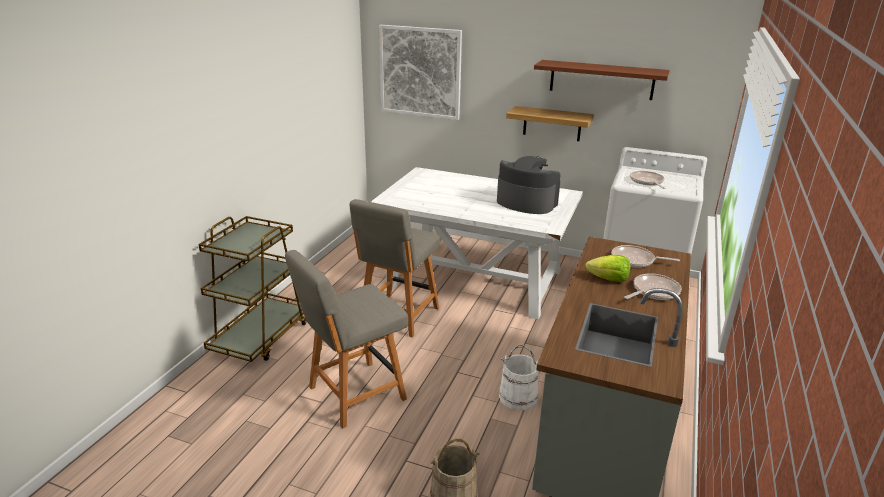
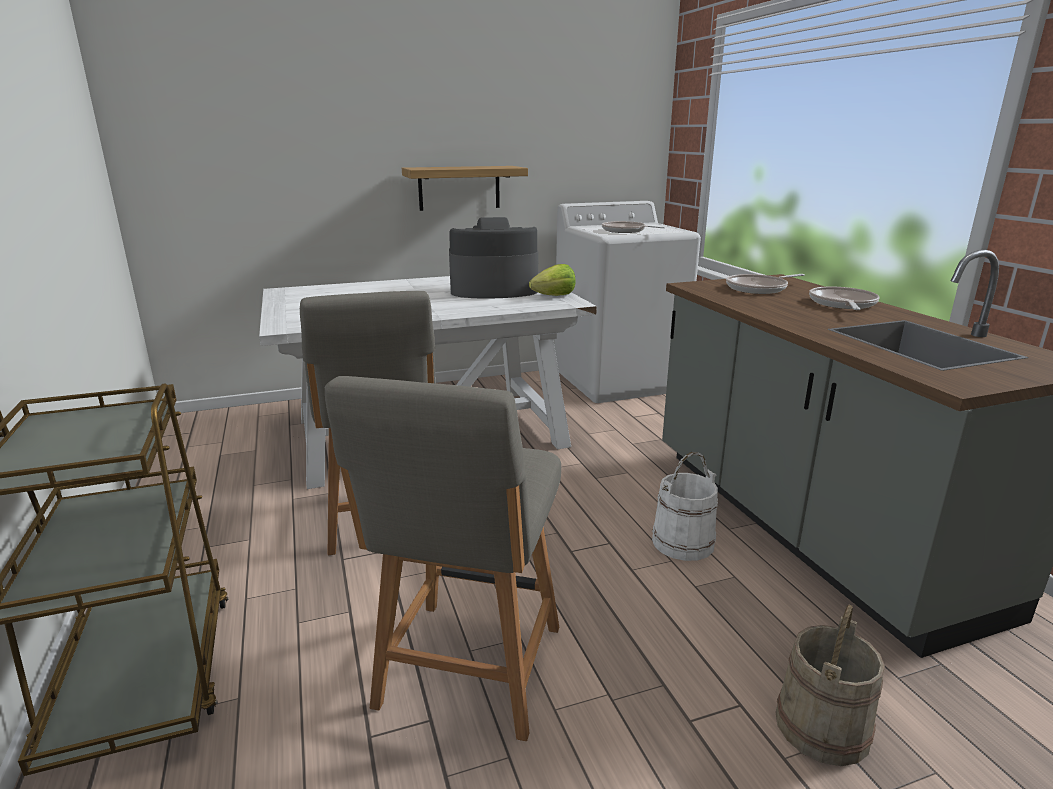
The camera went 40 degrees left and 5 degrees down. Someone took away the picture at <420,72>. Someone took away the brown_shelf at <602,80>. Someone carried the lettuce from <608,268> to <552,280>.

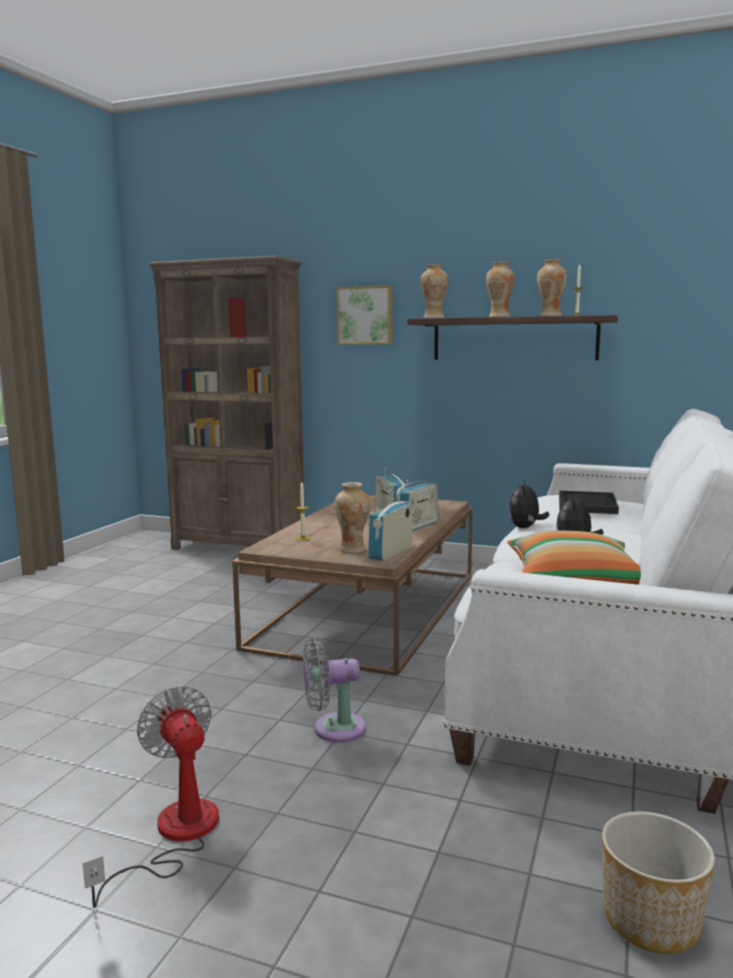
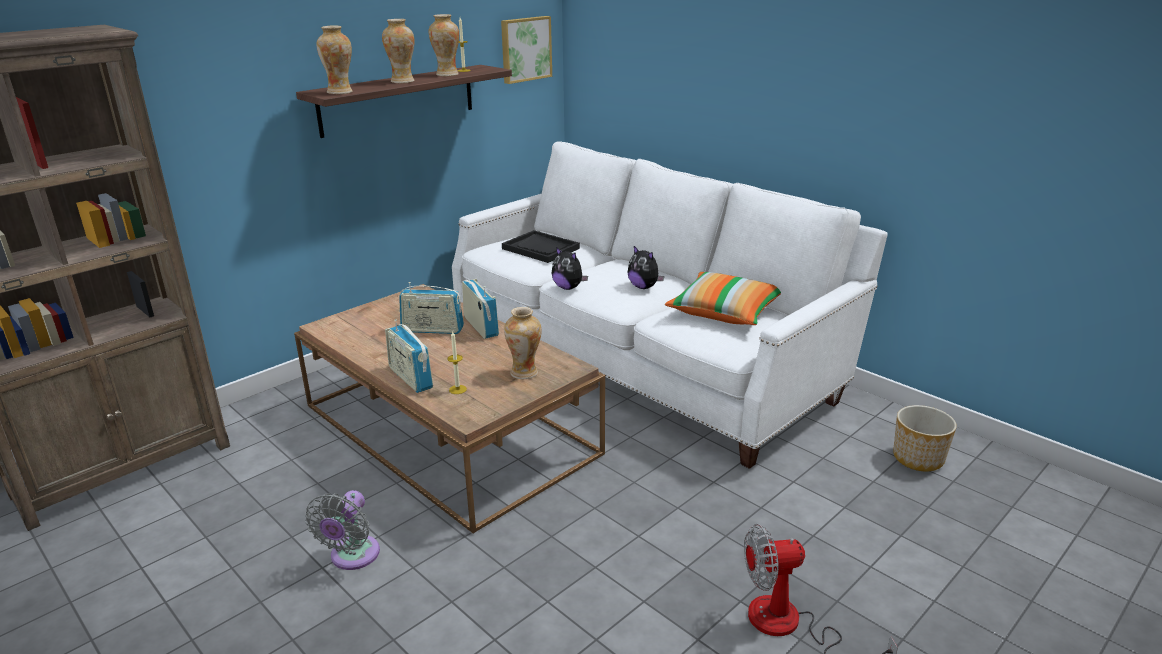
The camera went 65 degrees left and 15 degrees up. Someone carried the grey_fan from <334,690> to <342,530>. Someone carried the picture from <364,314> to <526,50>. Someone carried the radio from <390,527> to <409,356>.

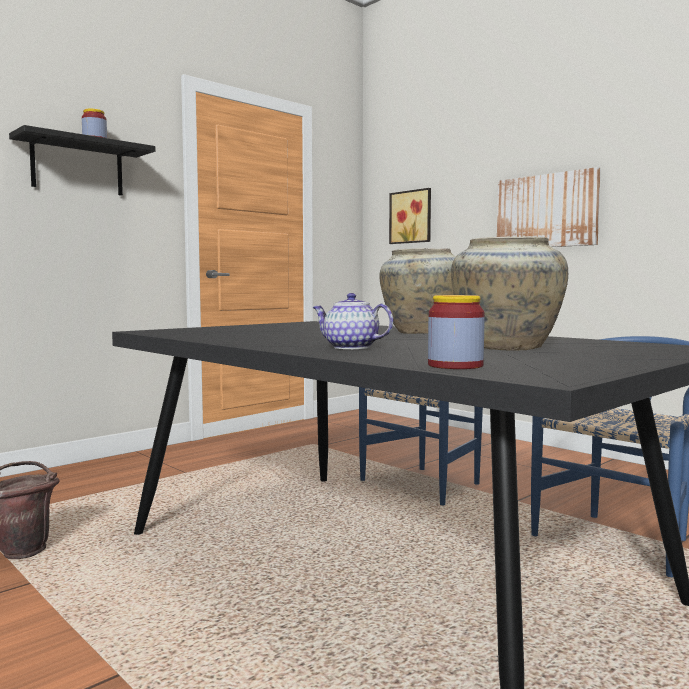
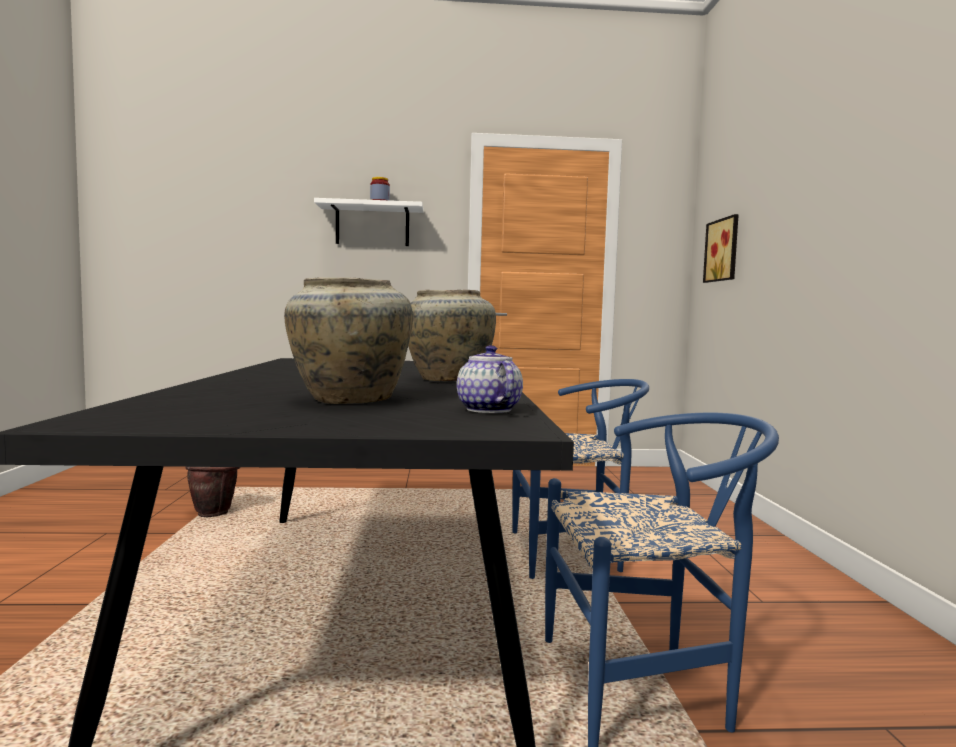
The camera went 40 degrees right and 0 degrees up. Someone took away the jar at <456,332>. Someone took away the picture at <549,207>. Someone carried the teapot from <353,321> to <490,379>. Someone repainted the black_shelf at <82,160>, which became the white_shelf at <369,222>.

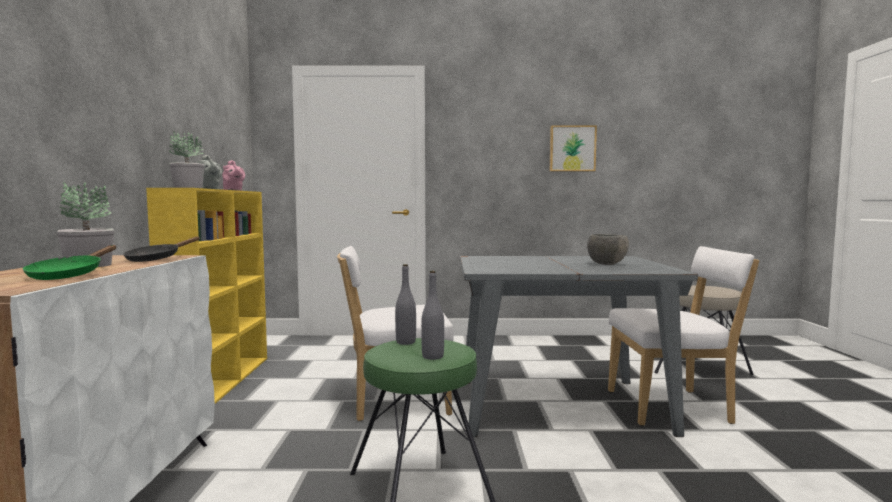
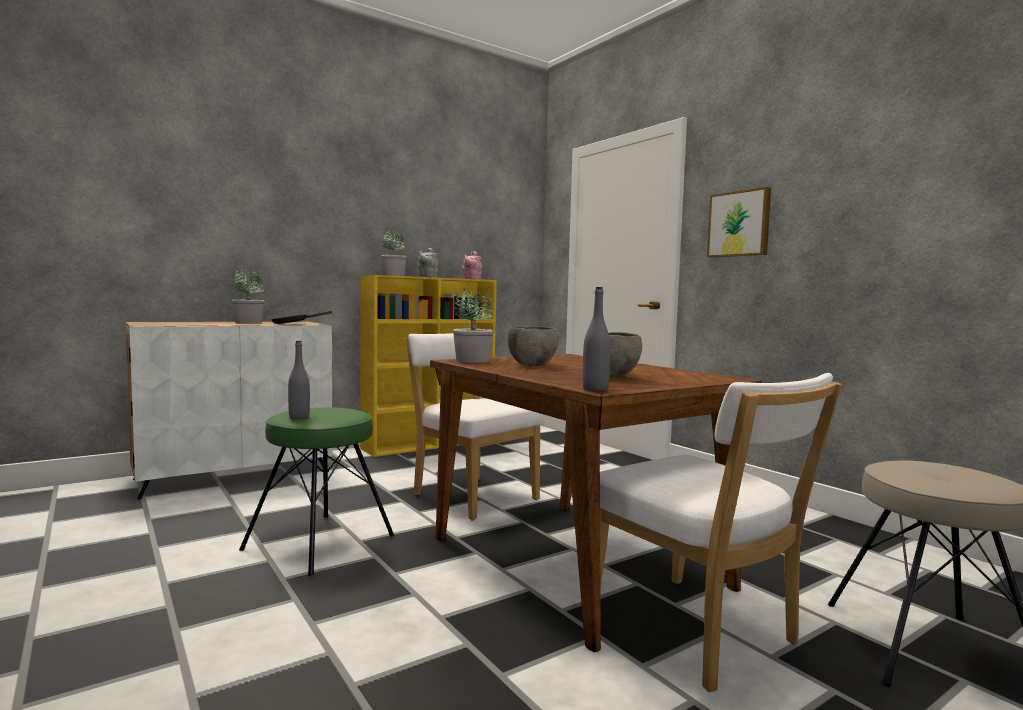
The camera went 55 degrees right and 0 degrees up. Someone took away the green_frying_pan at <69,262>. Someone put down the potted_plant at <473,325>. Someone put down the grey_bowl at <533,346>. Someone carried the grey_bottle from <405,304> to <597,339>. Someone carried the picture from <573,148> to <739,222>. Someone repainted the grey_dining_table at <579,346>, which became the brown_dining_table at <596,503>.

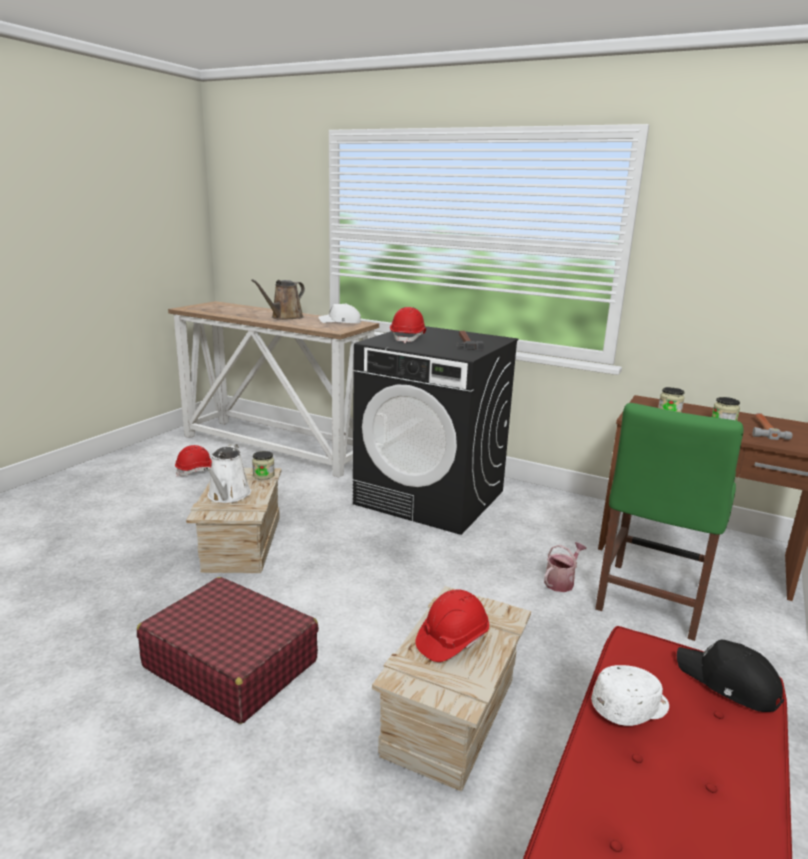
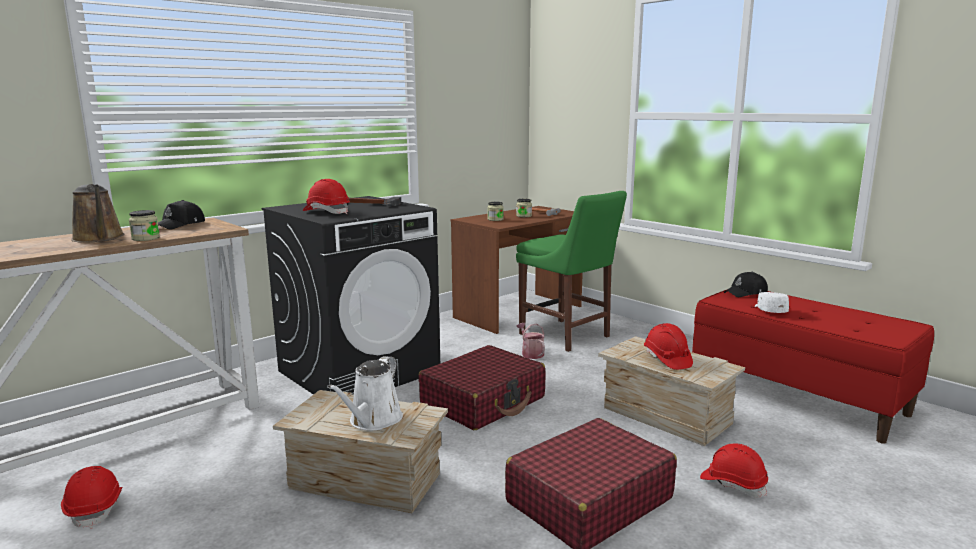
The camera went 70 degrees left and 5 degrees down. Someone put down the red_suitcase at <482,387>. Someone put down the red_hard_hat at <734,470>. Someone carried the jar from <263,465> to <144,225>. Someone repainted the white_cap at <340,313>, which became the black_cap at <181,214>. Someone rotated the white_watering_can at <228,473> by 90 degrees clockwise.

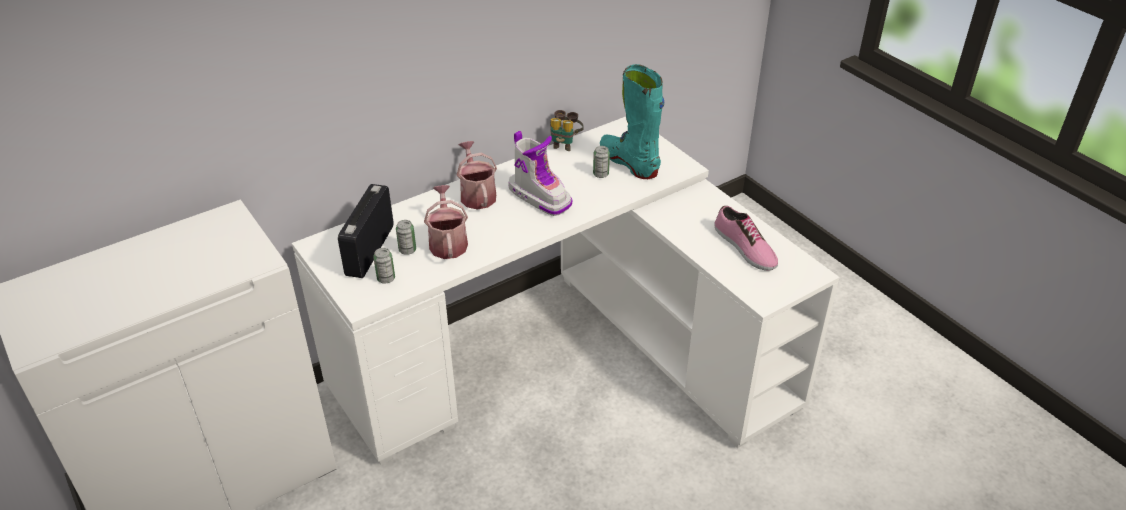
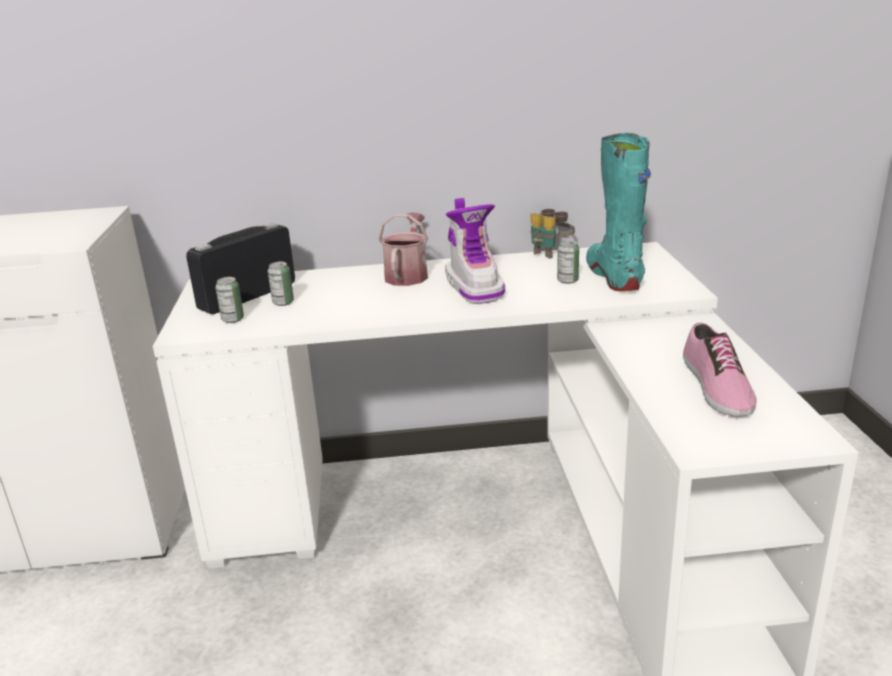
The camera went 30 degrees right and 15 degrees down. Someone took away the watering_can at <446,222>.

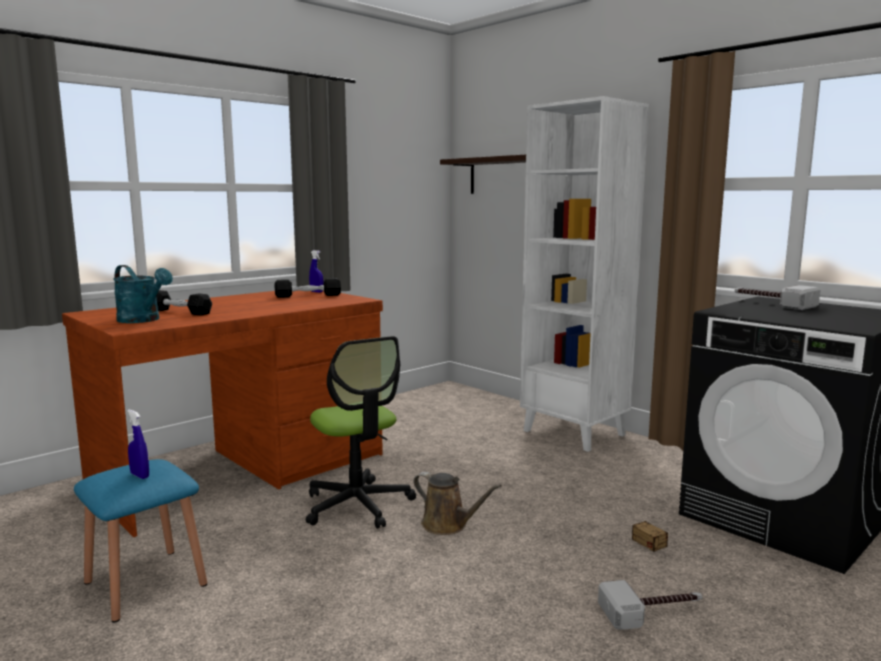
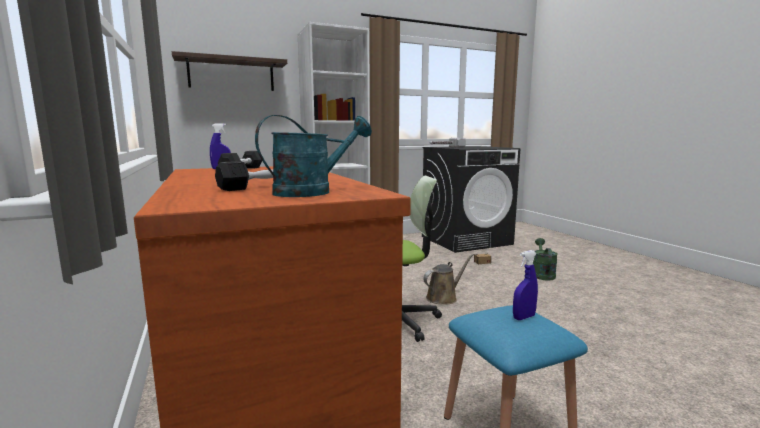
The camera went 70 degrees left and 0 degrees up. Someone swapped the hammer at <650,605> for the green_watering_can at <545,259>.

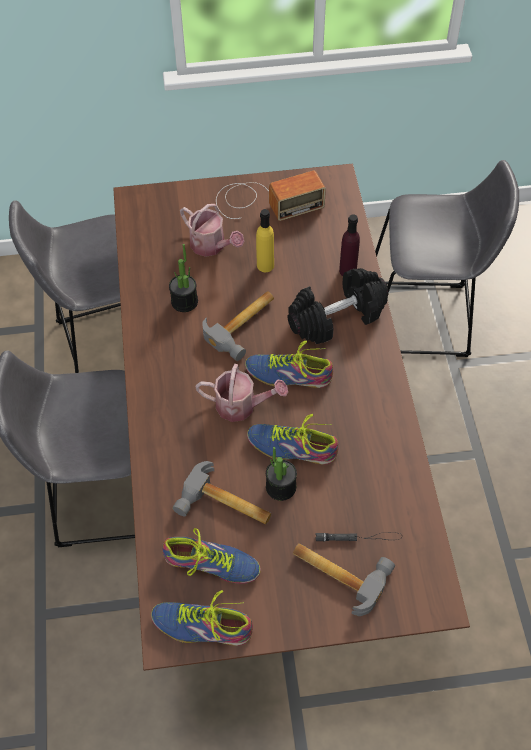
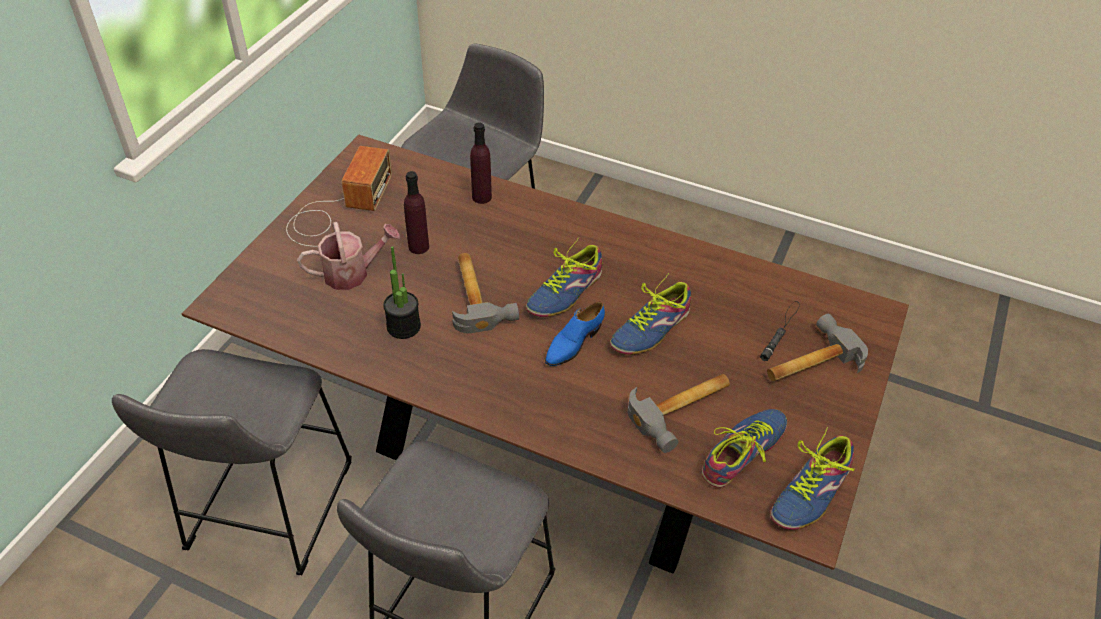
The camera went 60 degrees left and 10 degrees down. Someone took away the potted_plant at <281,474>. Someone took away the black_dumbbell at <338,306>. Someone swapped the watering_can at <242,393> for the blue_shoe at <575,334>. Someone repainted the yellow_bottle at <265,240>, which became the purple_bottle at <416,212>.

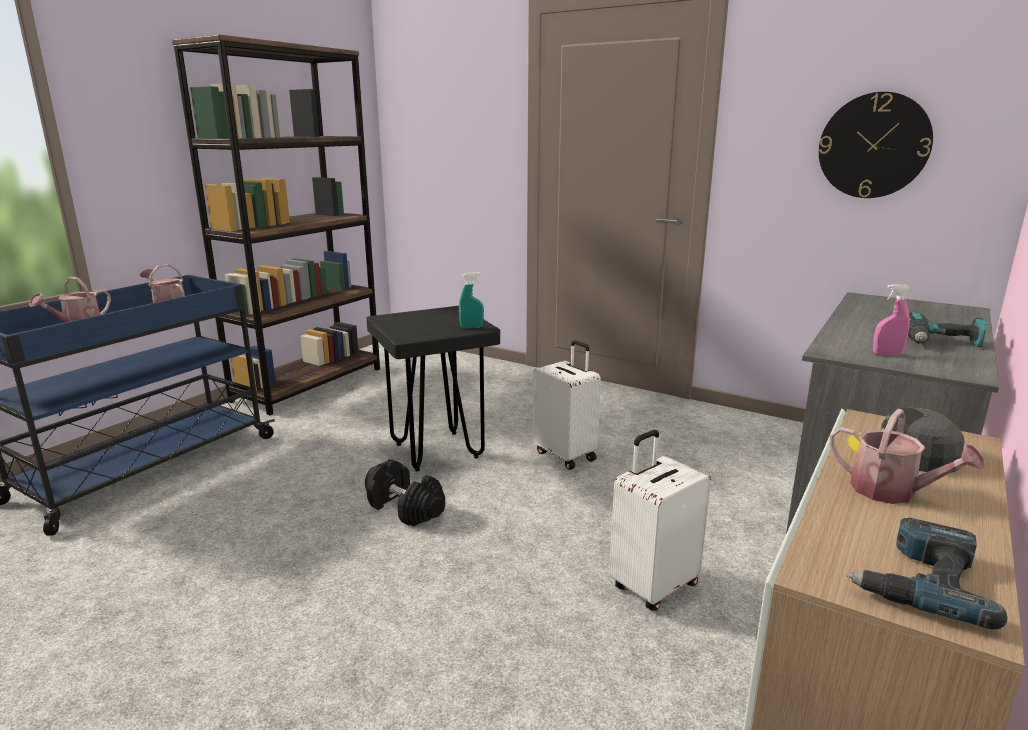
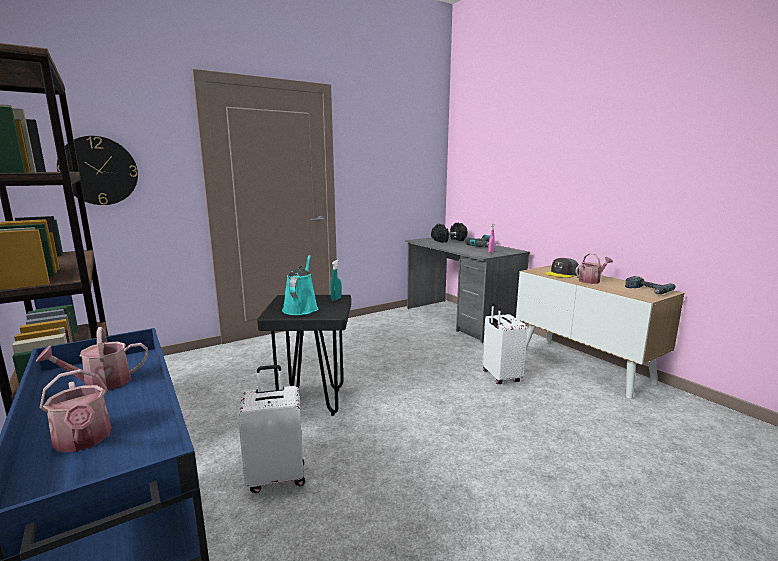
The camera went 65 degrees left and 5 degrees down. Someone put down the turquoise_watering_can at <300,285>. Someone carried the black_dumbbell from <405,493> to <449,232>. Someone carried the white_suitcase from <567,405> to <271,429>. Someone carried the wall_clock from <876,145> to <97,170>.

